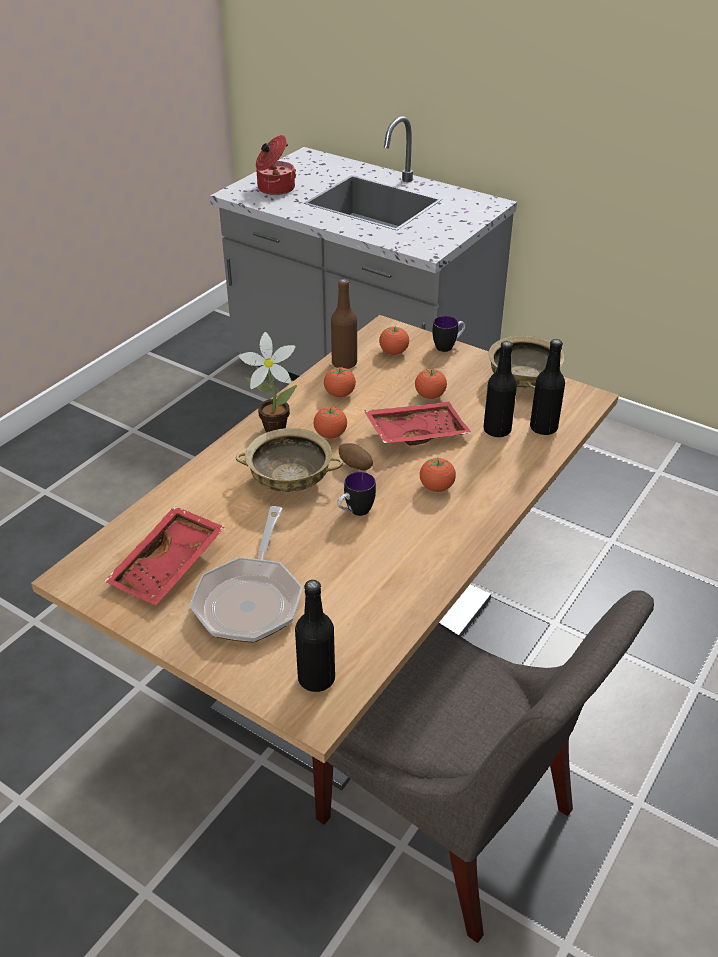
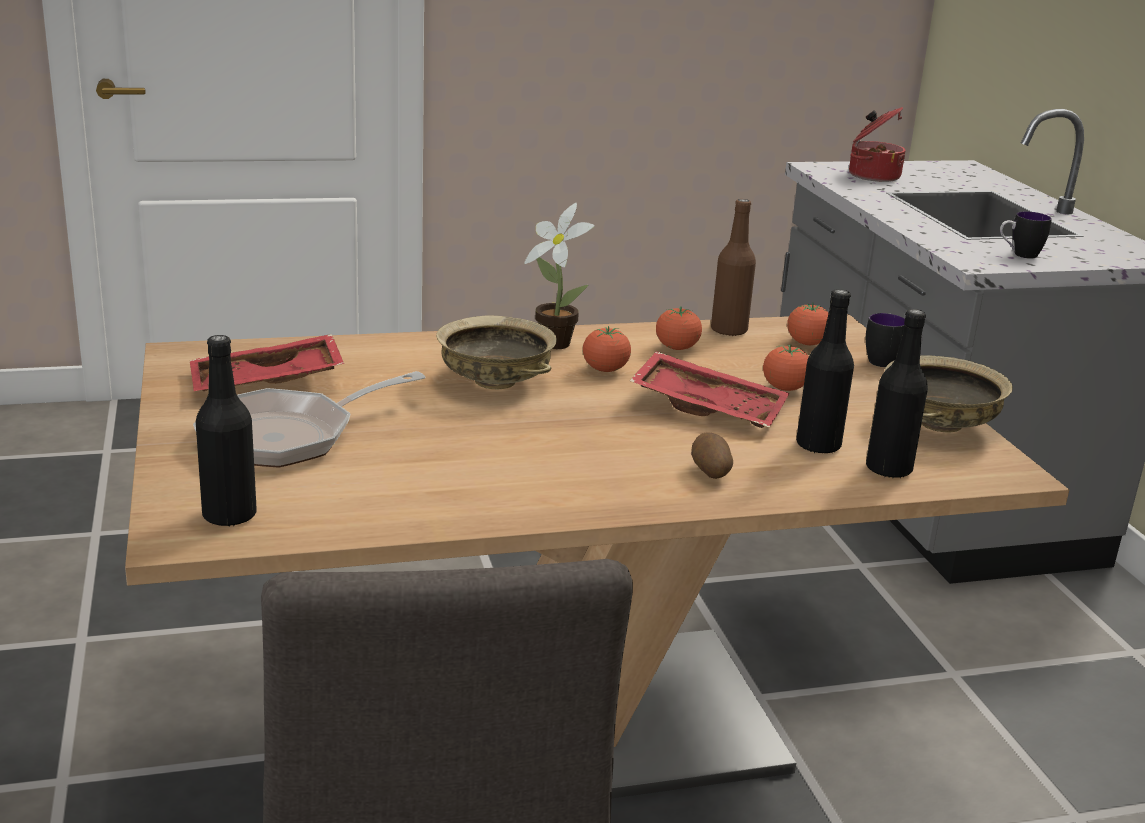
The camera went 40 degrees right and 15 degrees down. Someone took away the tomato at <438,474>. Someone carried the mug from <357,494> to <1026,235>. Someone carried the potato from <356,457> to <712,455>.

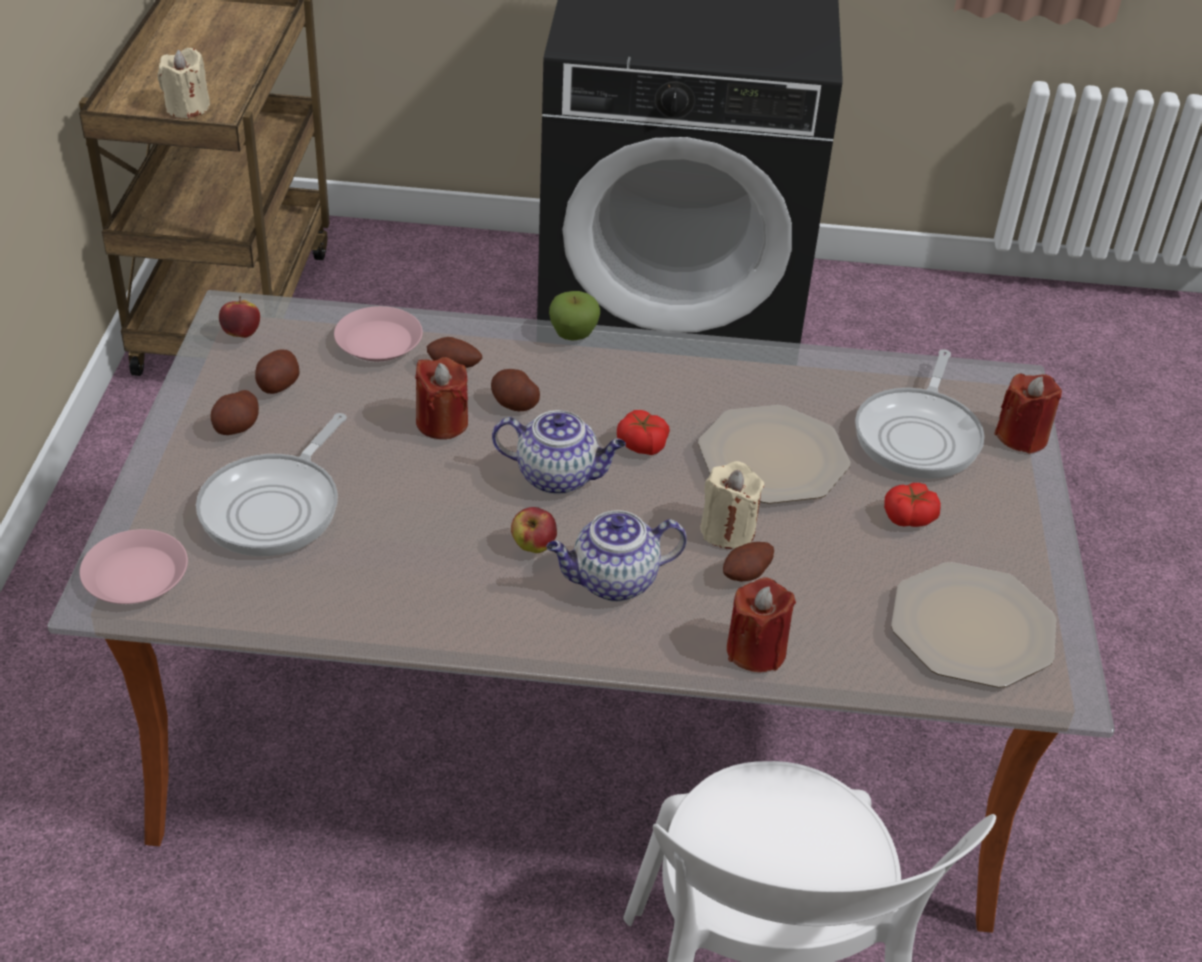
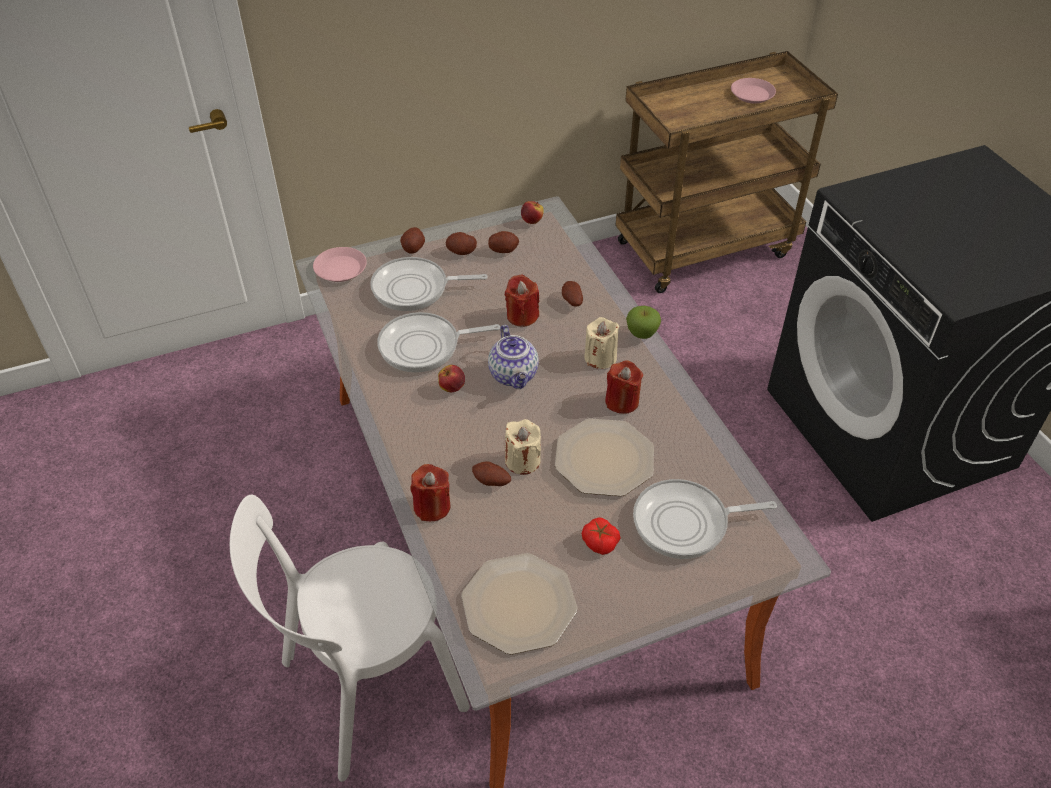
The camera went 65 degrees right and 5 degrees up. Someone took away the teapot at <617,556>. Someone took away the tomato at <643,432>. Someone put down the frying_pan at <438,342>. Someone carried the beige_candle from <184,83> to <601,343>. Someone carried the pink_plate from <378,333> to <753,90>. Someone carried the potato from <515,390> to <412,240>. Someone carried the red_candle from <1028,414> to <624,387>.

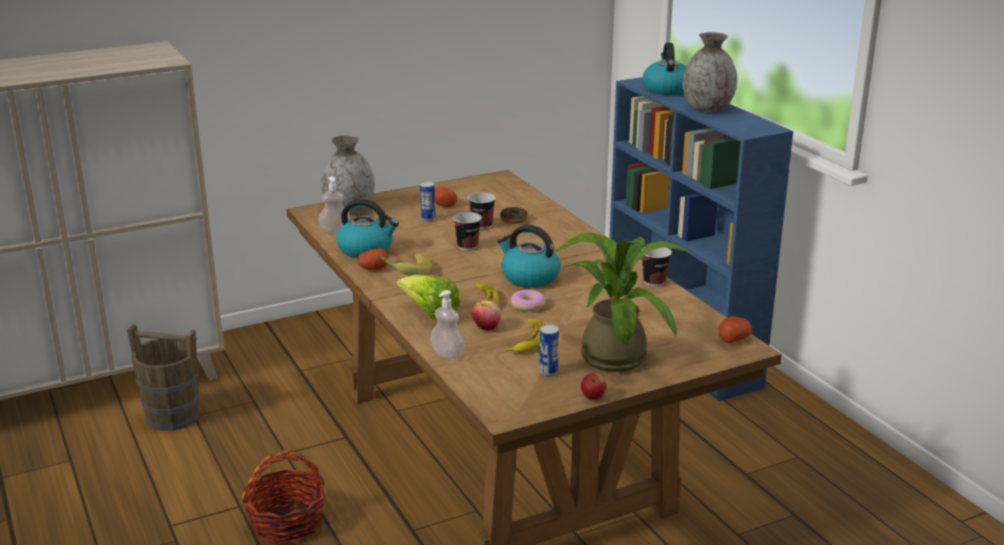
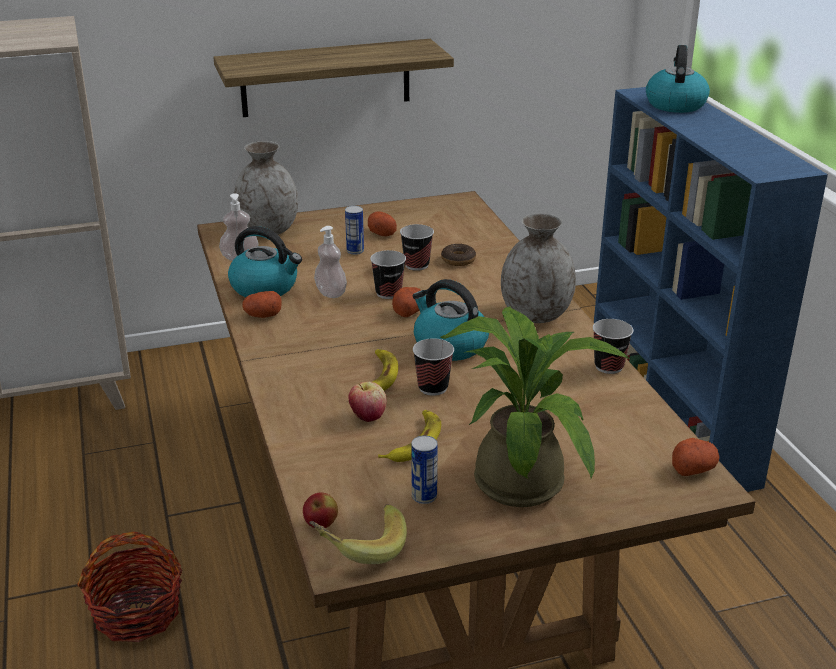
The camera went 10 degrees right and 5 degrees up. Someone took away the brown_bucket at <163,377>. Someone took away the lettuce at <428,297>. Someone put up the shelf at <333,78>. Someone put down the potato at <406,302>. Someone carried the banana from <404,264> to <358,534>. Someone carried the soap_dispenser from <447,324> to <330,262>. Someone carried the apple from <594,386> to <320,510>. Someone carried the grey_vase from <710,72> to <538,268>. Someone swapped the donut at <528,300> for the cup at <433,367>.

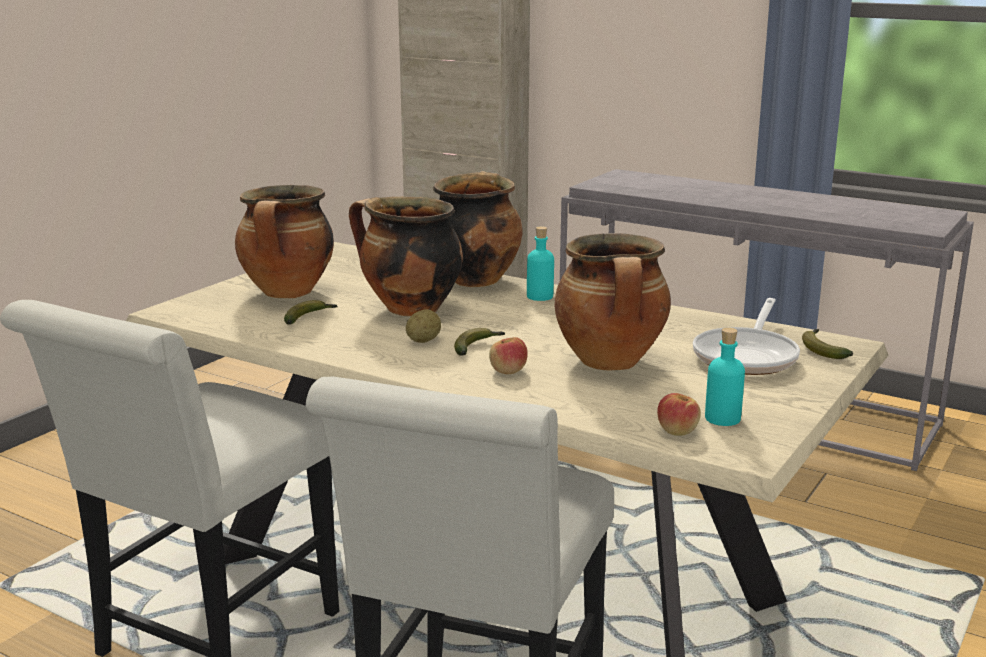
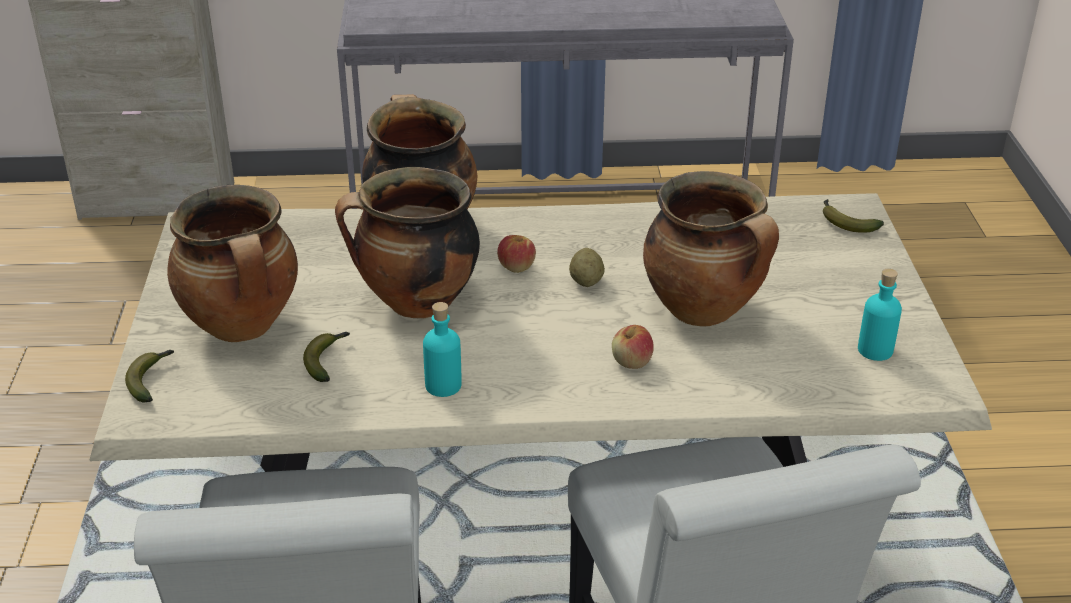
The camera went 35 degrees left and 15 degrees up. Someone took away the frying_pan at <746,336>. Someone carried the potato from <423,326> to <587,267>. Someone carried the banana from <479,342> to <149,376>. Someone carried the turquoise_bottle from <540,263> to <442,349>. Someone carried the apple from <679,414> to <516,254>.

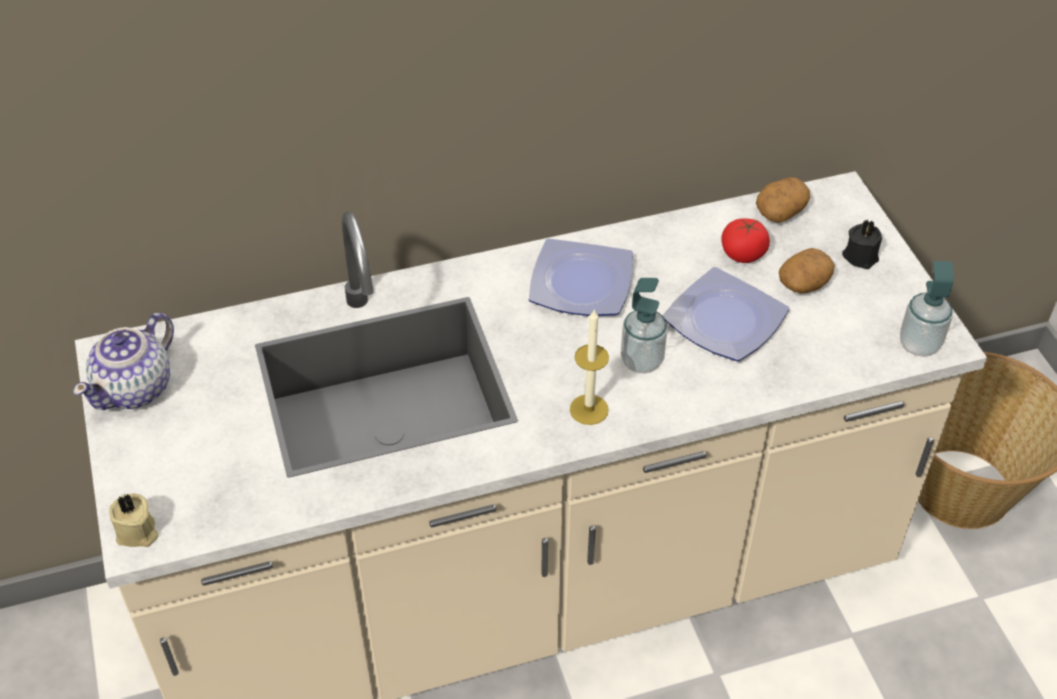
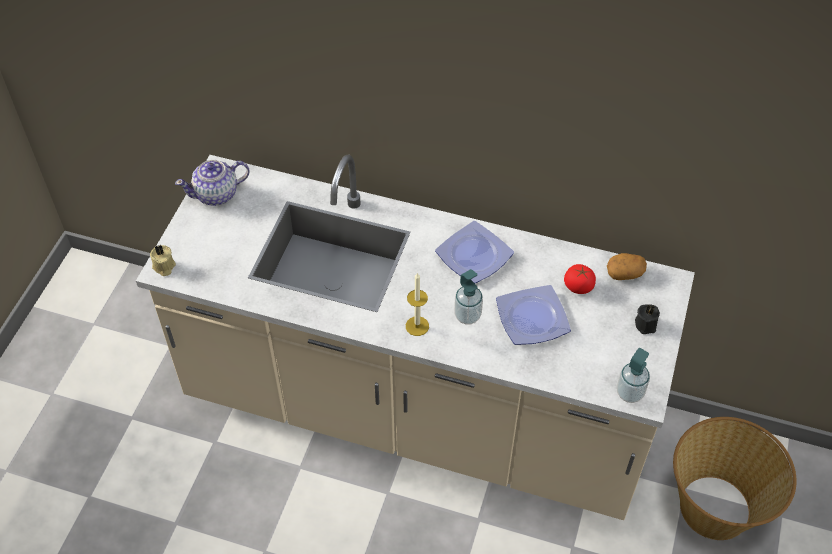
The camera went 35 degrees right and 5 degrees up. Someone took away the potato at <807,270>.

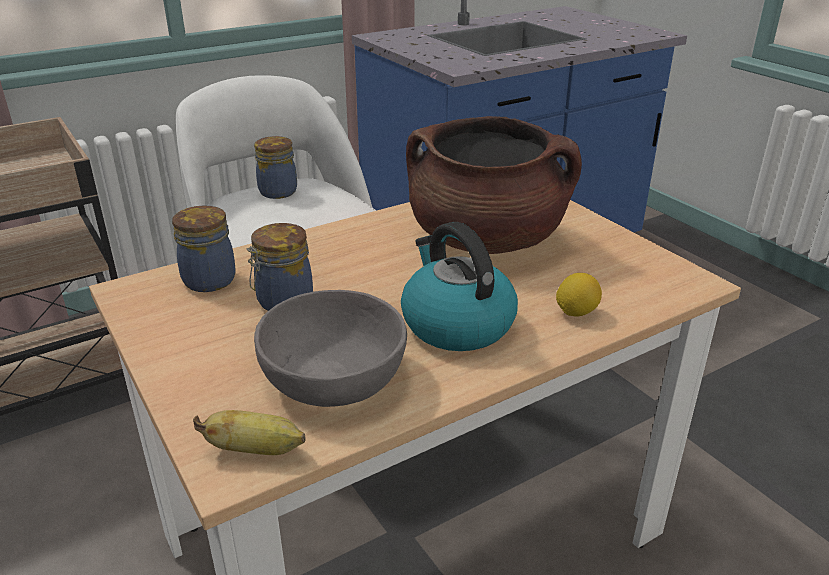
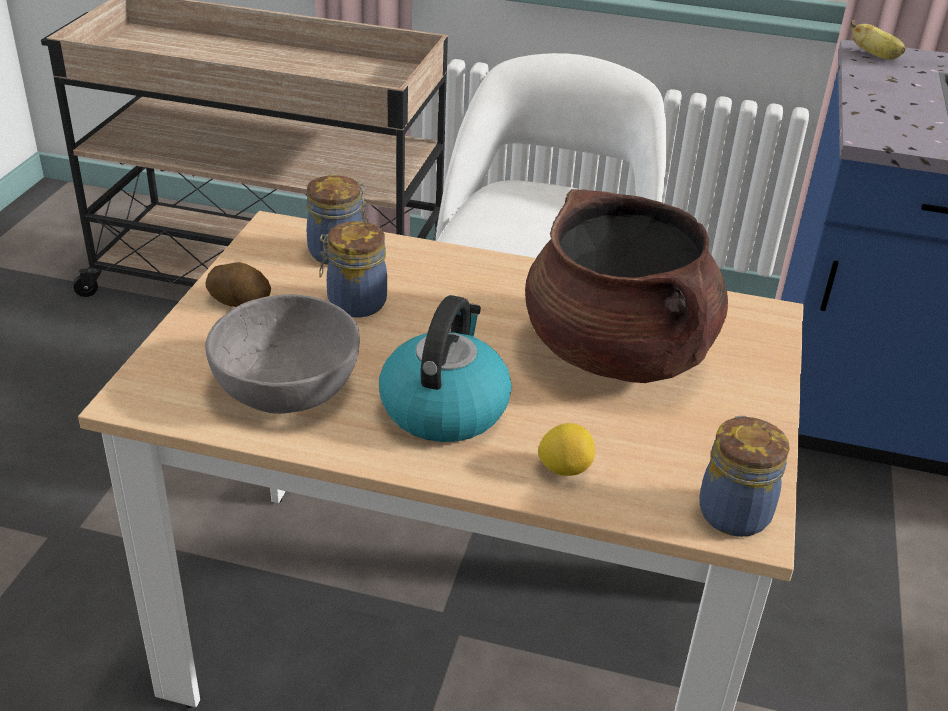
The camera went 45 degrees right and 5 degrees up. Someone put down the potato at <238,284>. Someone carried the banana from <249,432> to <878,40>. Someone carried the jar from <275,167> to <744,476>.

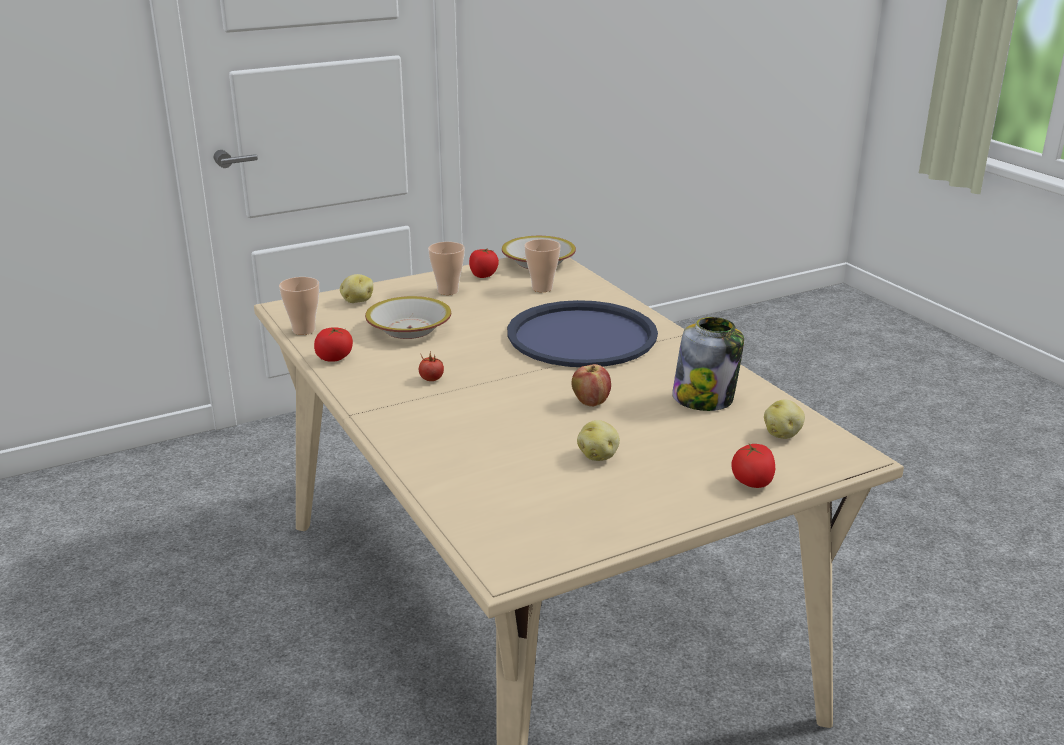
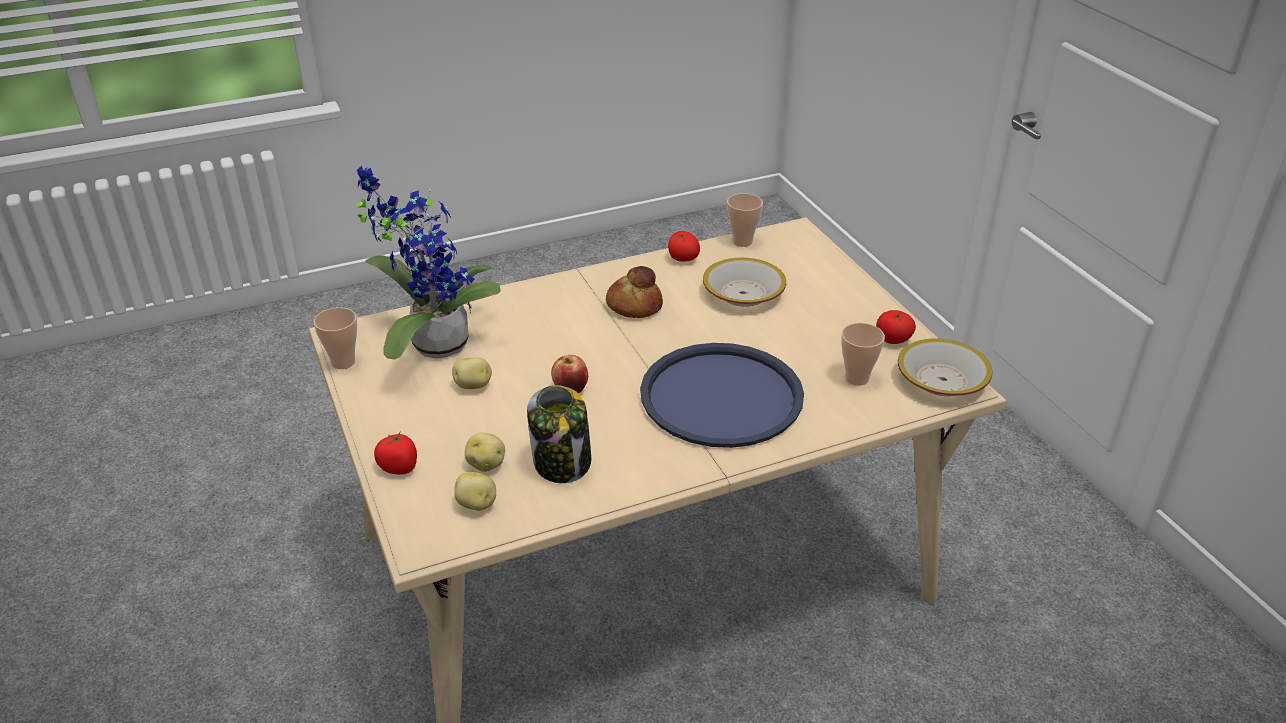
The camera went 95 degrees right and 10 degrees up. Someone put down the potted_plant at <429,263>. Someone carried the potato from <356,288> to <485,452>. Someone carried the cup from <446,268> to <335,338>. Someone swapped the tomato at <431,366> for the bread at <634,292>.

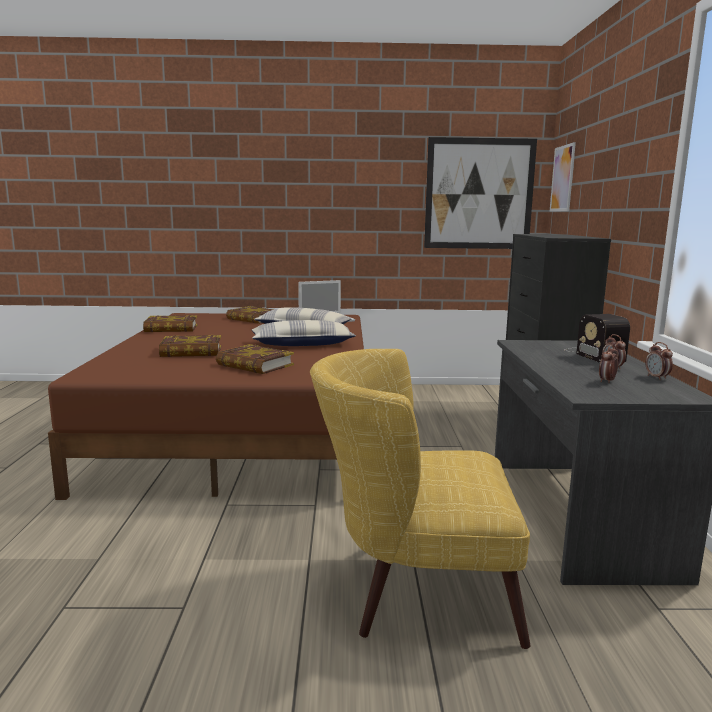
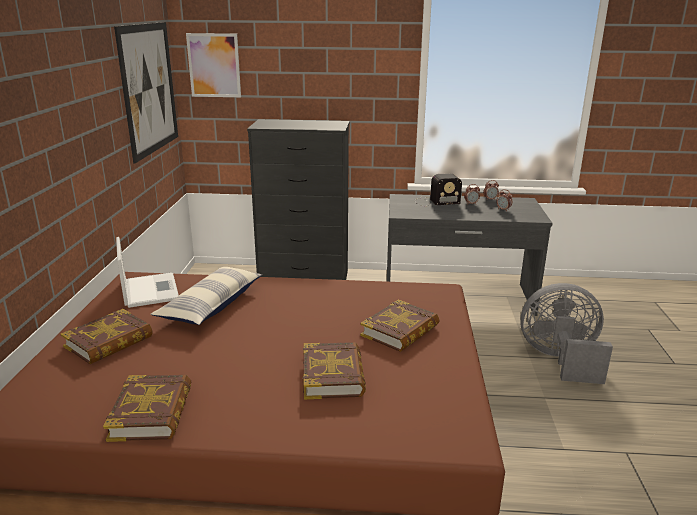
The camera went 85 degrees left and 10 degrees up. Someone took away the pillow at <304,333>. Someone swapped the yellow_armchair at <420,499> for the grey_fan at <566,333>.

